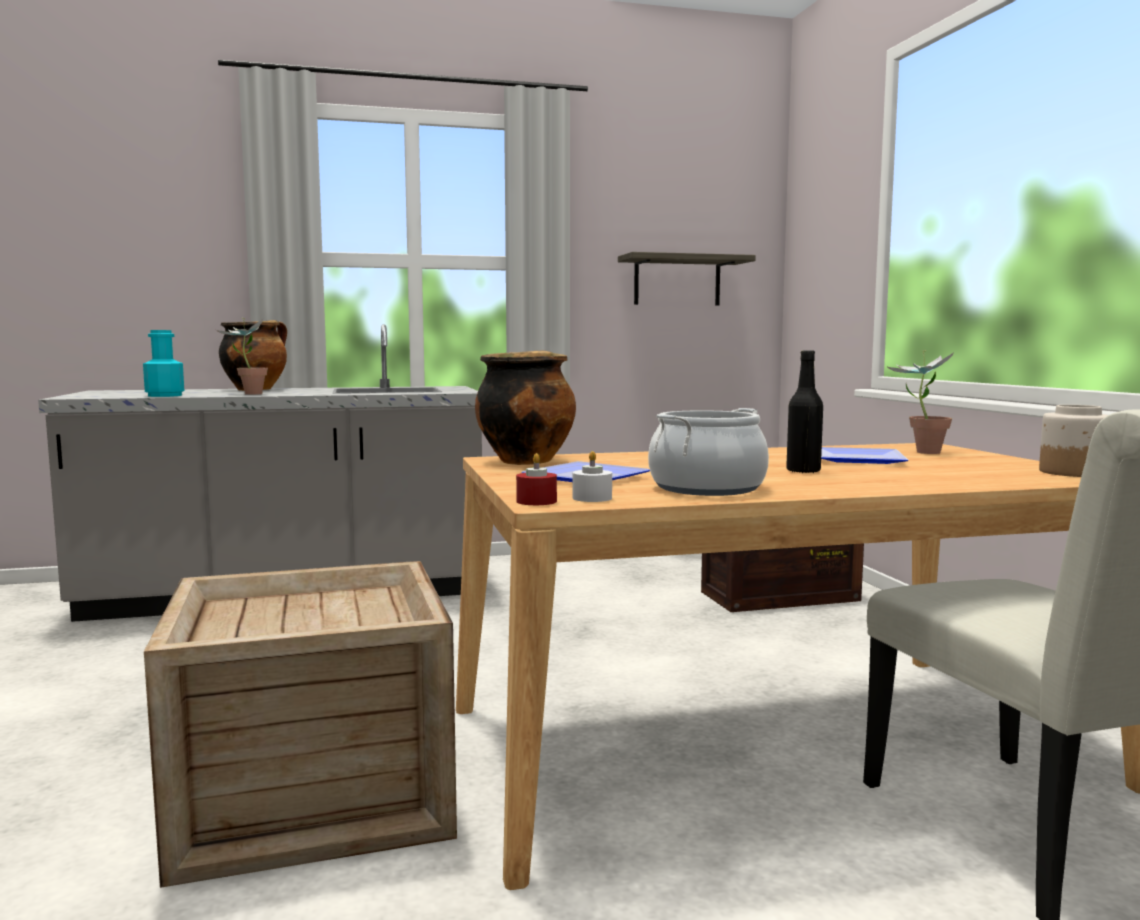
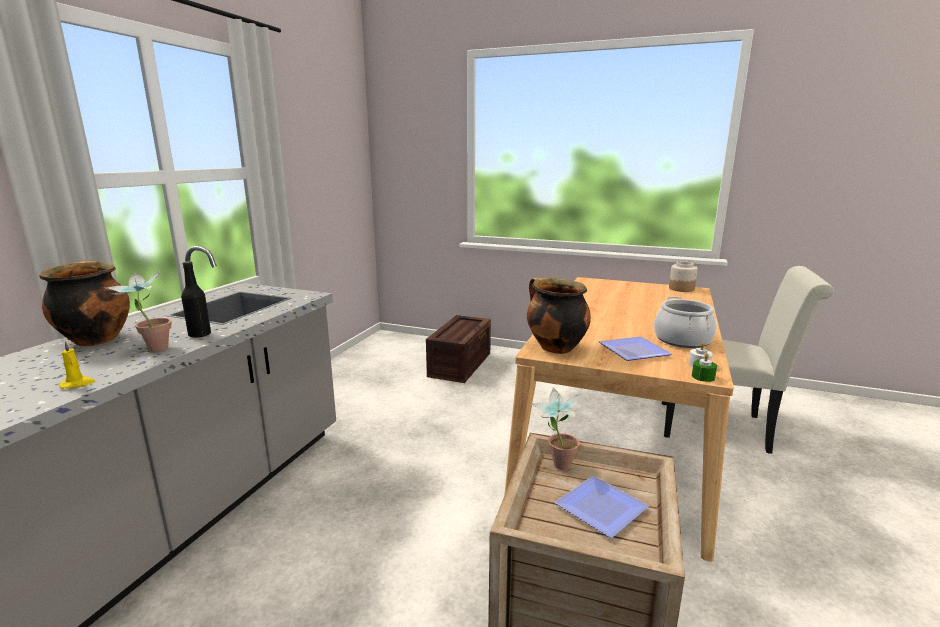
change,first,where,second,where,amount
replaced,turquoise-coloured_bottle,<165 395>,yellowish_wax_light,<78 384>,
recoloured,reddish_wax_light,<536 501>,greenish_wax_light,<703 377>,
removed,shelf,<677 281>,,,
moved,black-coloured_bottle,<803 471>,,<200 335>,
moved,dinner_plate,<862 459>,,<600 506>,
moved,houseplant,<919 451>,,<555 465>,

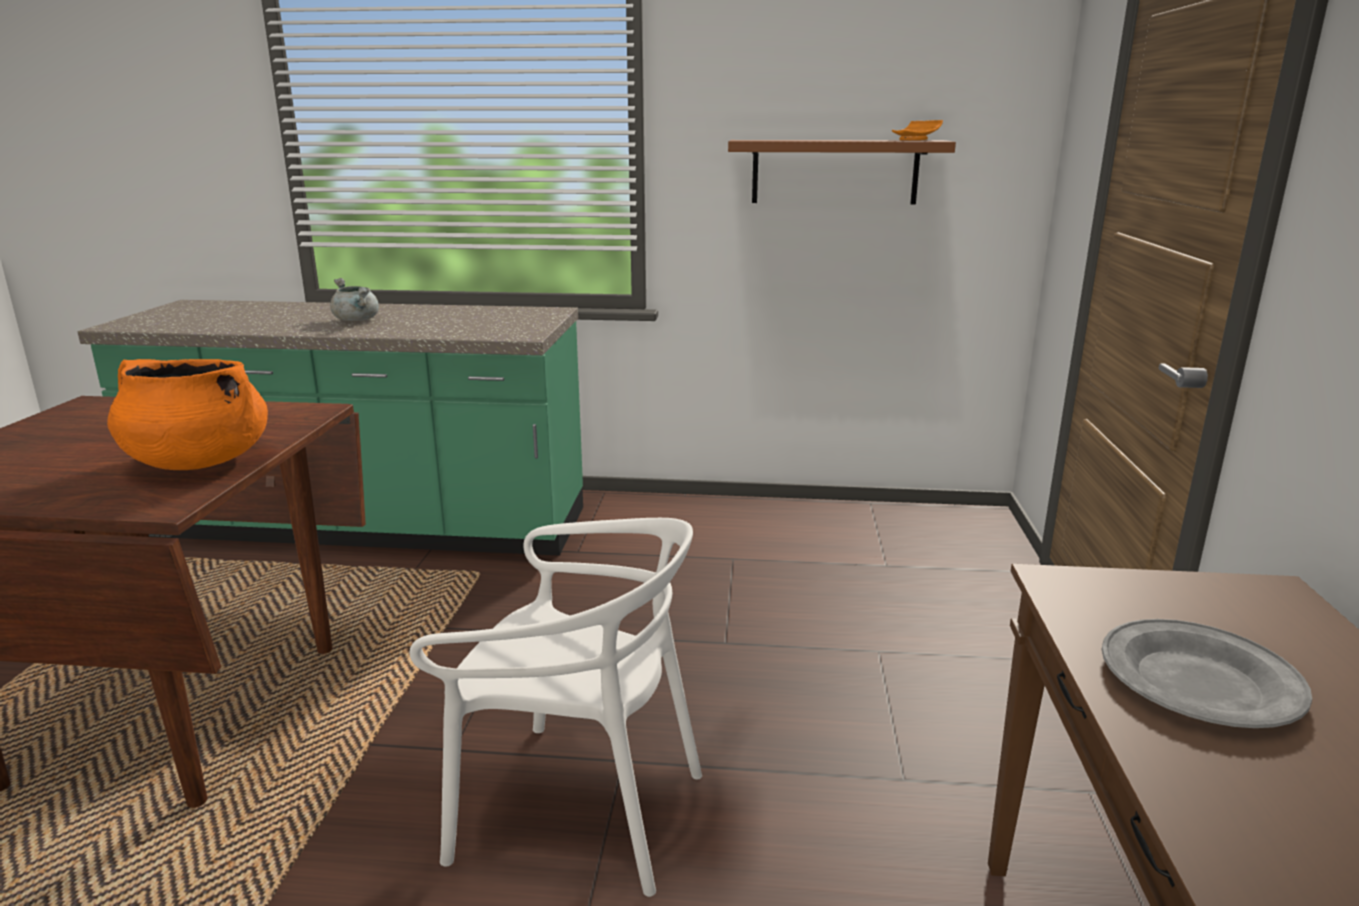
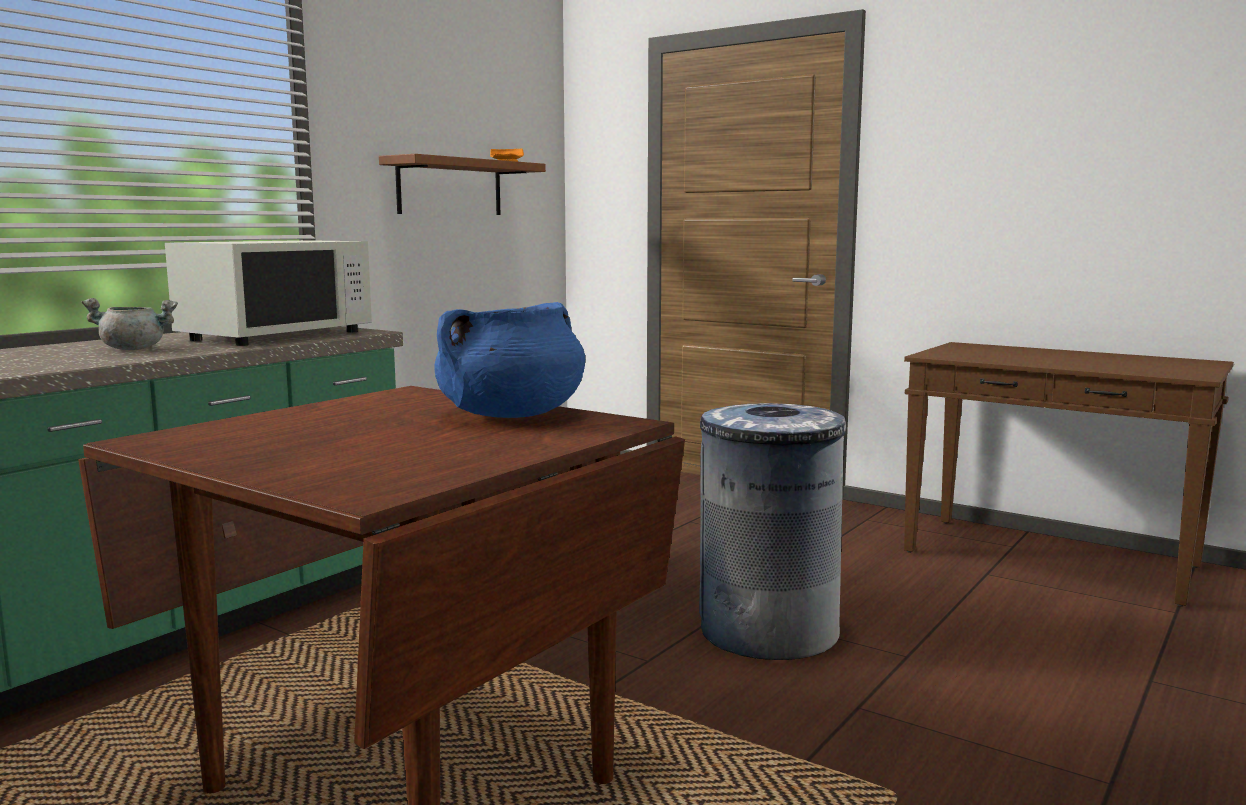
change,first,where,second,where,amount
recoloured,orange_saucepot,<198 462>,bluish_saucepot,<511 415>,
replaced,white_upright_chair,<578 809>,grey_trash_can,<767 631>,
removed,grey_dinner_plate,<1198 682>,,,
added,,,white_microwave_oven,<276 335>,

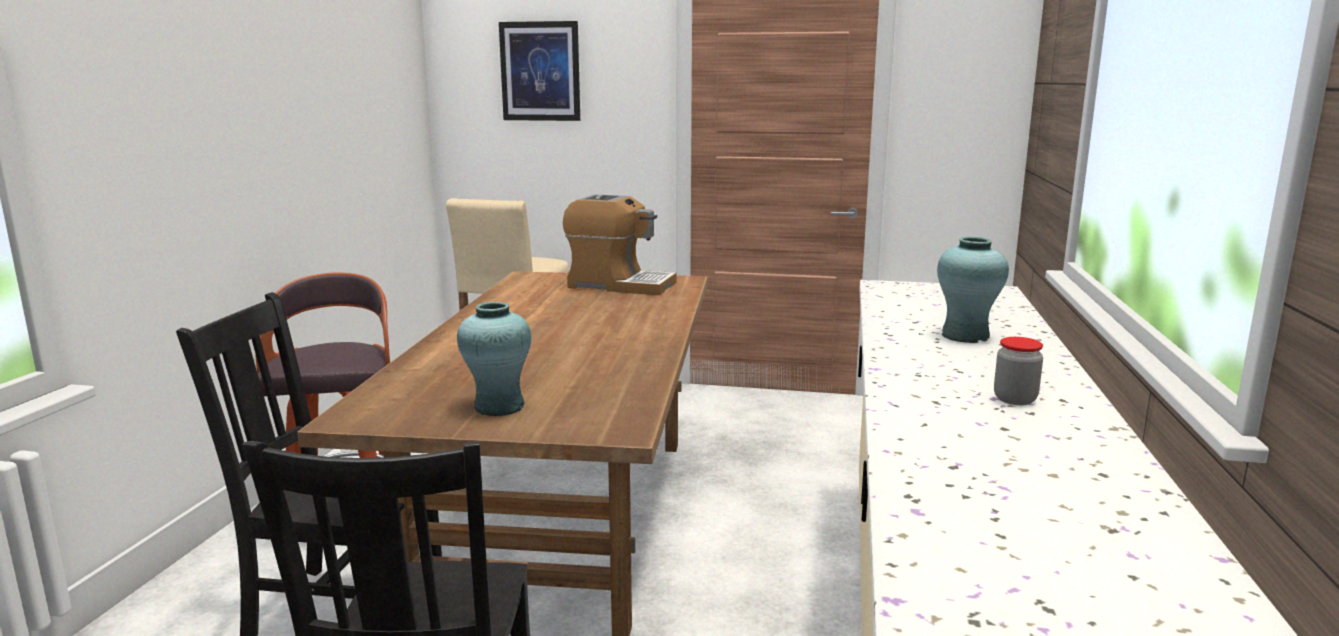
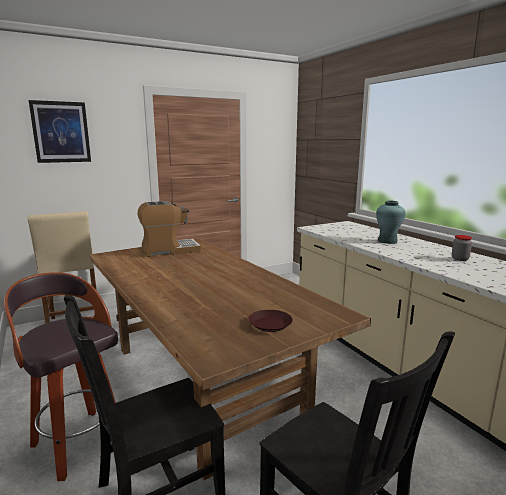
change,first,where,second,where,amount
replaced,turquoise-coloured_flower_vase,<499 407>,brown_dinner_plate,<270 324>,

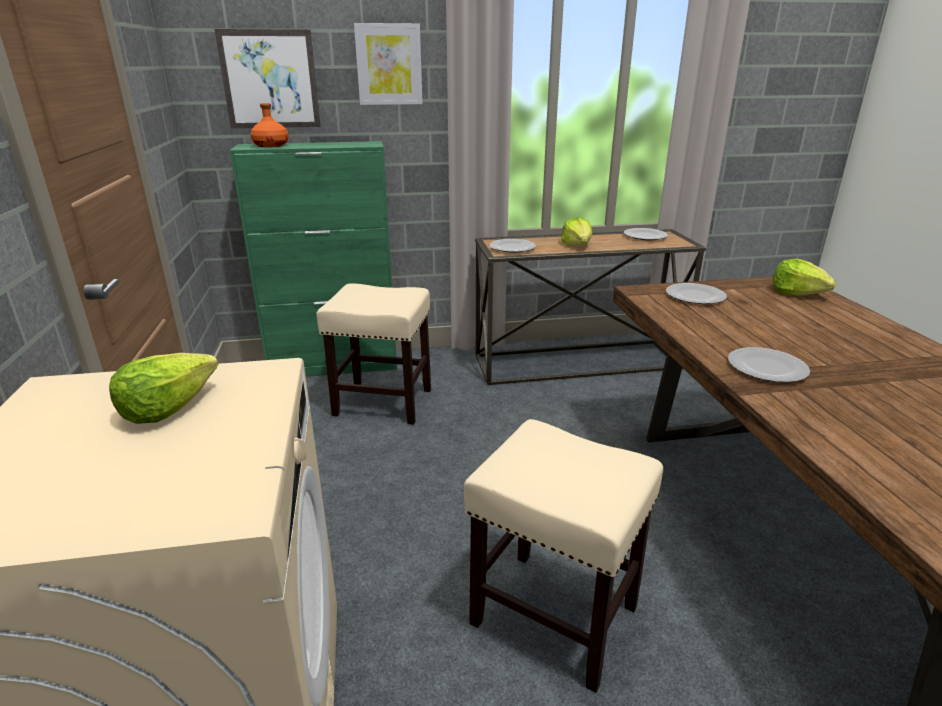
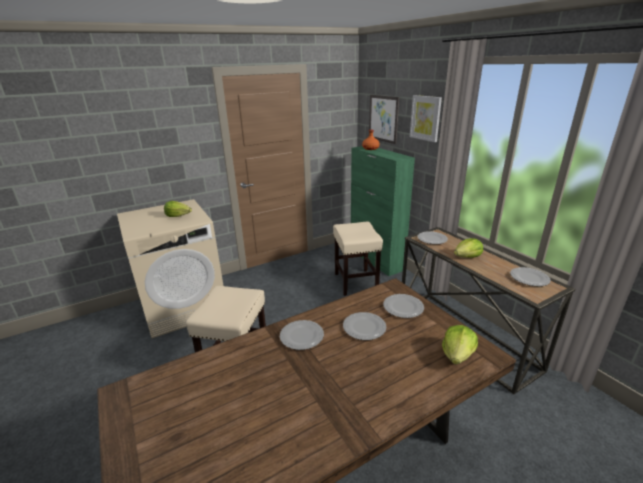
change,first,where,second,where,amount
added,,,dinner_plate,<364 327>,

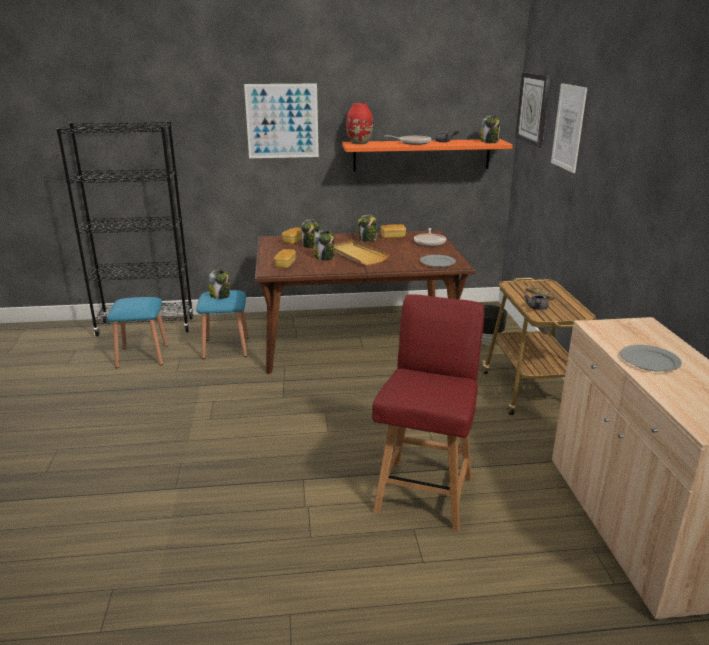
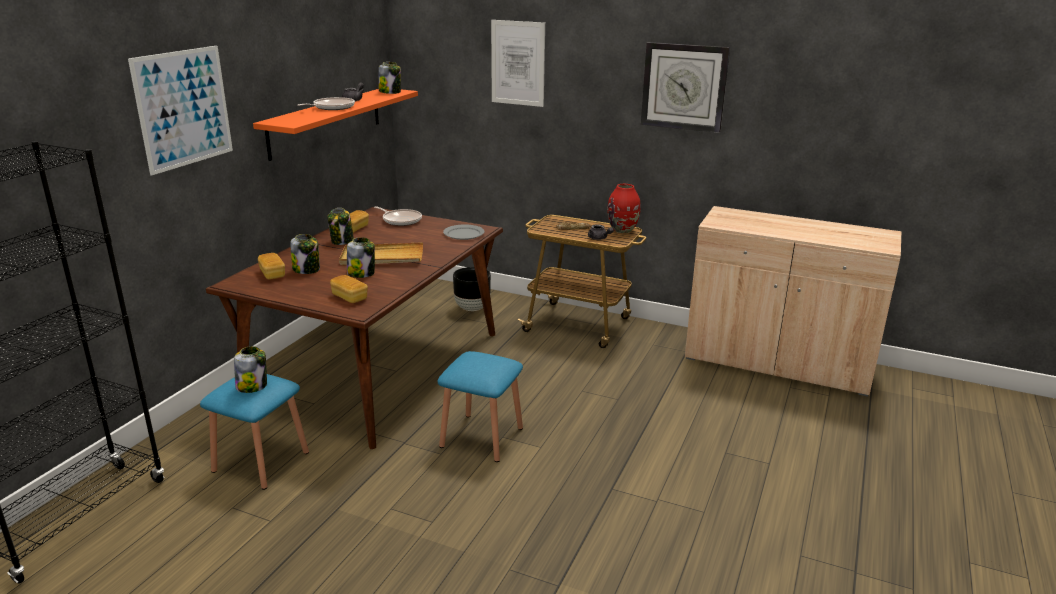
change,first,where,second,where,amount
moved,bluish_sitting_stool,<142 356>,,<481 437>,
moved,reddish_flower_vase,<359 143>,,<622 230>,
removed,reddish_upright_chair,<425 492>,,,
moved,wall_clock,<533 108>,,<684 87>,
removed,grey_dinner_plate,<649 361>,,,

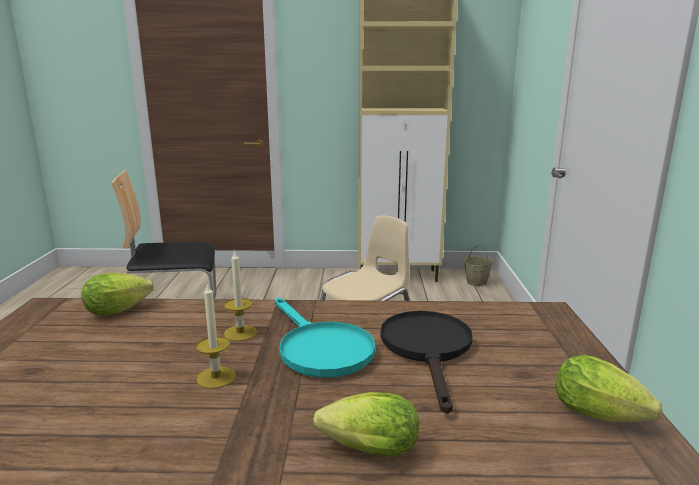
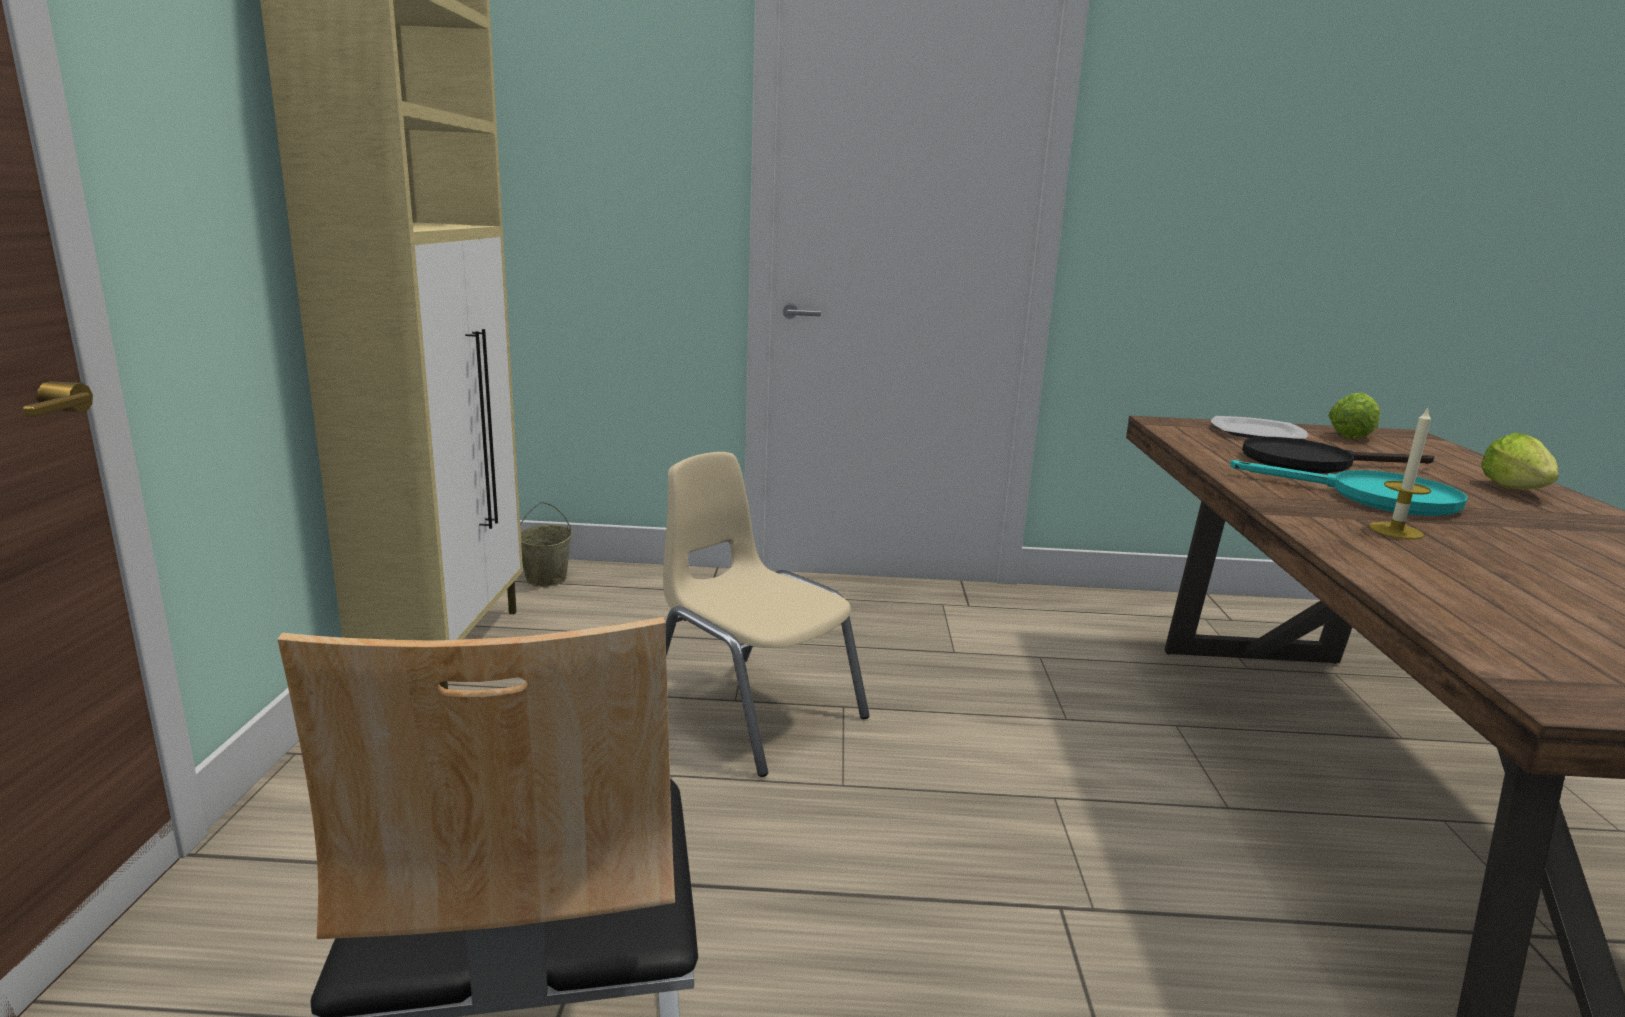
change,first,where,second,where,amount
removed,lettuce_head,<121 310>,,,
removed,wax_light,<216 377>,,,
turned,turquoise-coloured_pan,<319 348>,,<1374 497>,60 degrees clockwise
added,,,dinner_plate,<1256 432>,

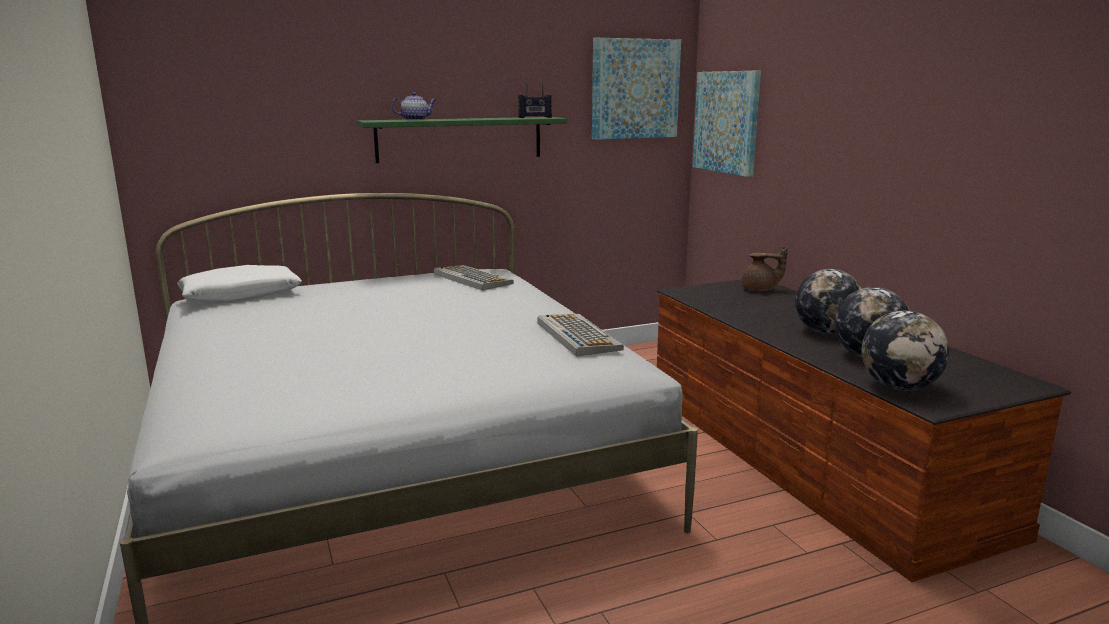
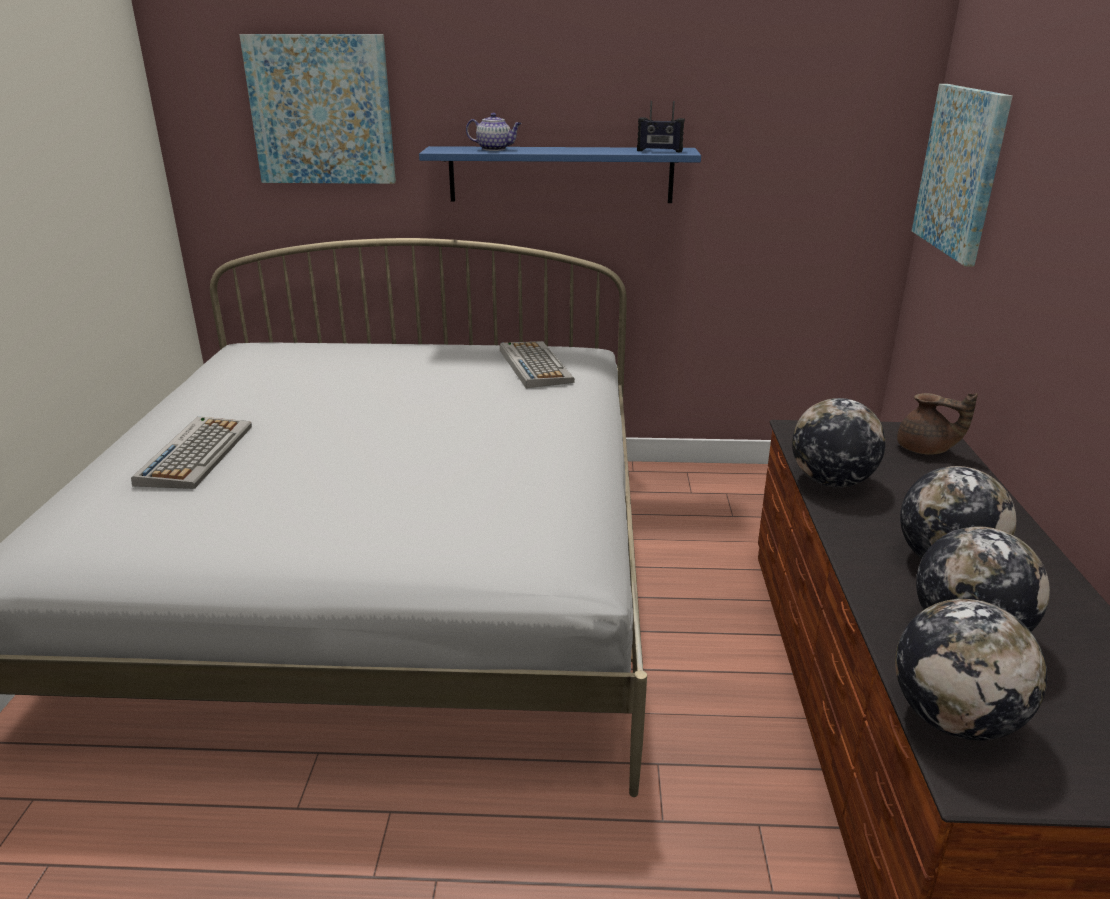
change,first,where,second,where,amount
removed,white_cushion,<241 296>,,,
recoloured,greenish_shelf,<460 139>,bluish_shelf,<561 174>,
moved,PC_keyboard,<576 335>,,<195 454>,
moved,picture,<635 89>,,<321 110>,
added,,,world_globe,<831 482>,

